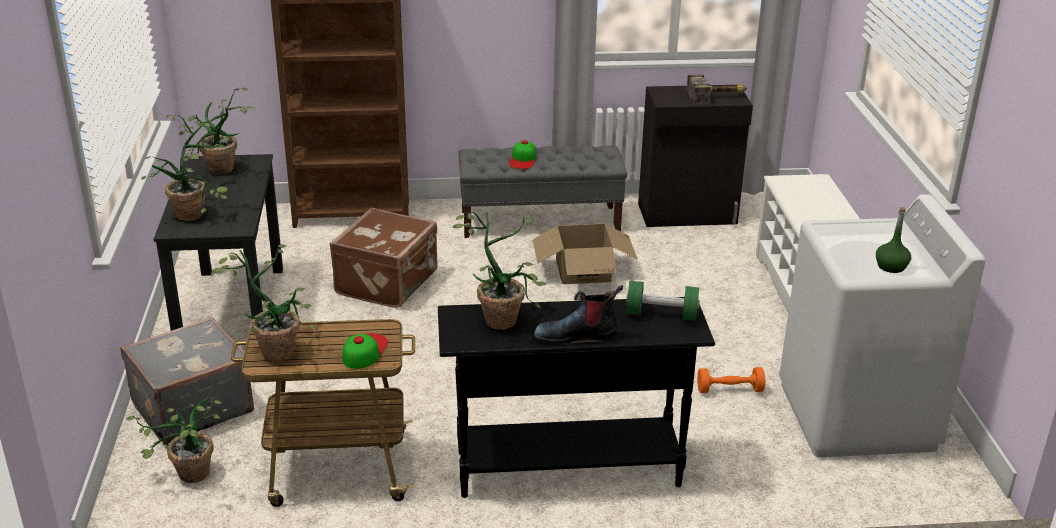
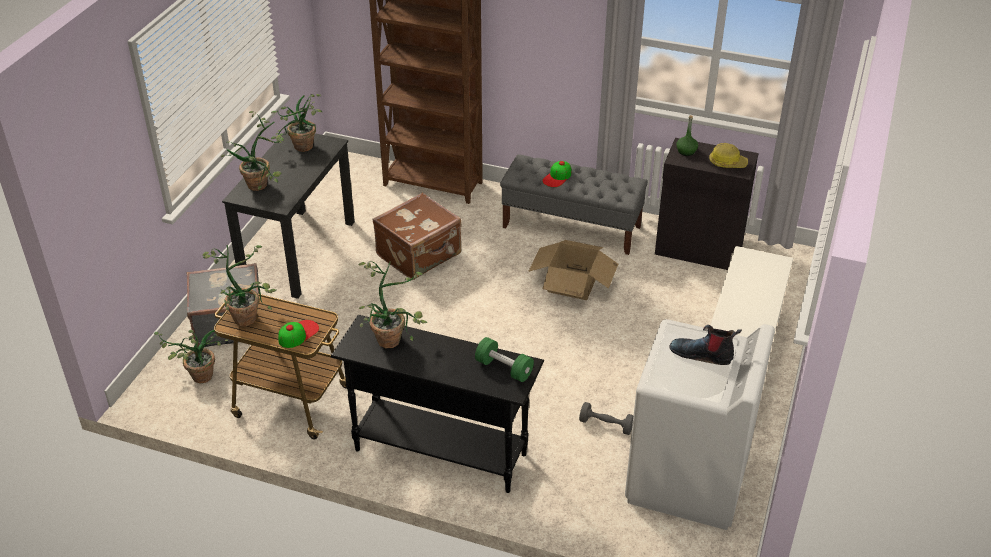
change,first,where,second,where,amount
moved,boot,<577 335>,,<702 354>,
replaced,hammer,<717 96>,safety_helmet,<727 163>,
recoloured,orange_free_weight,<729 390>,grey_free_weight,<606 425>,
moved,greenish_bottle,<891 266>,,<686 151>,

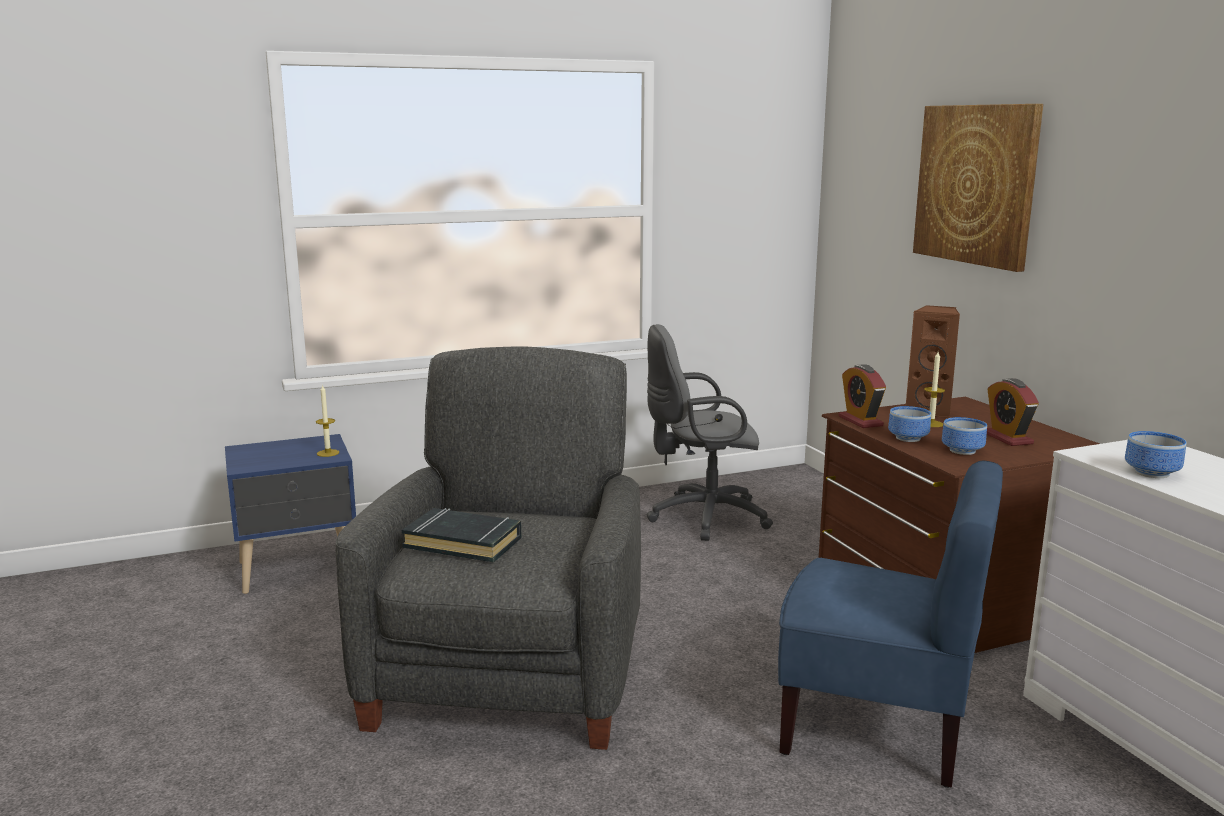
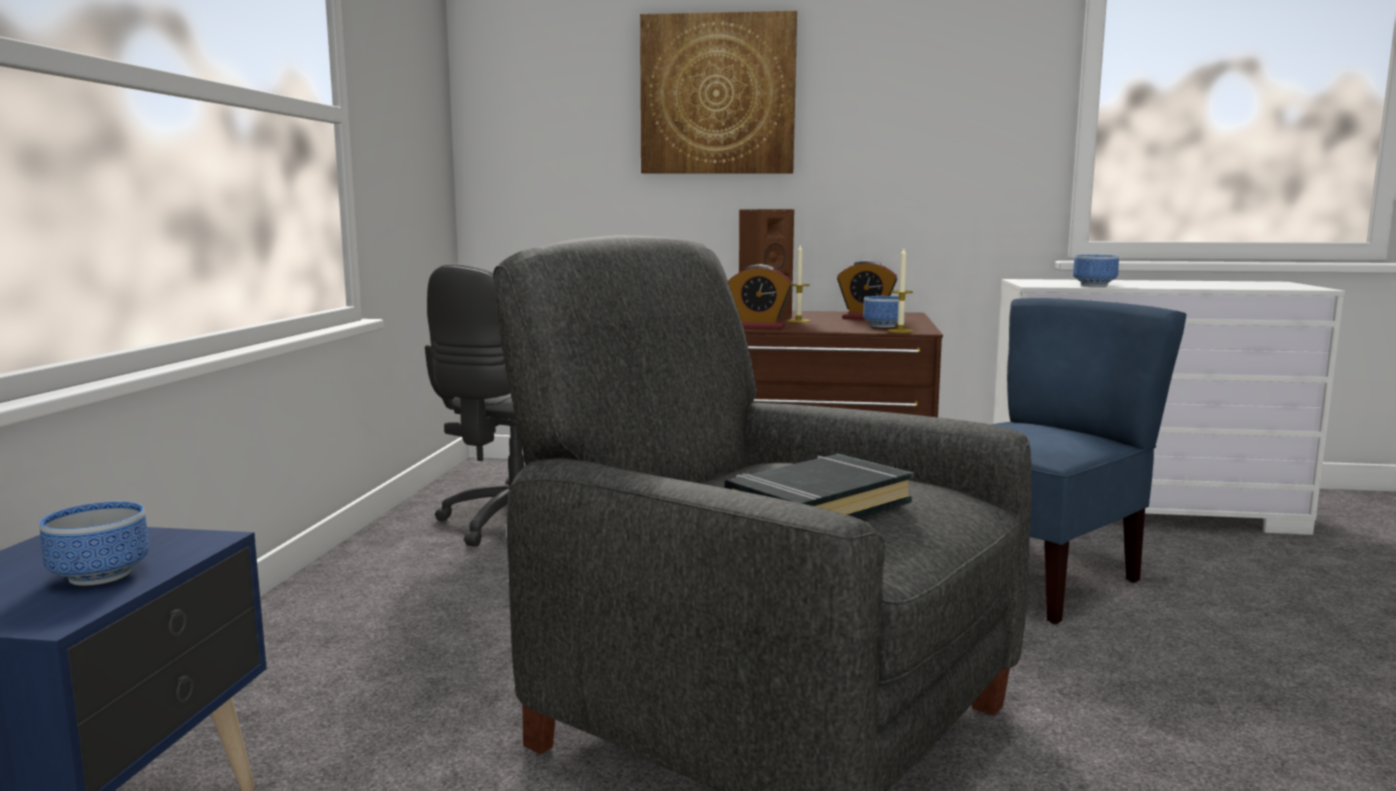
change,first,where,second,where,amount
moved,wax_light,<328 453>,,<900 331>,
moved,deep_dish,<908 438>,,<100 574>,

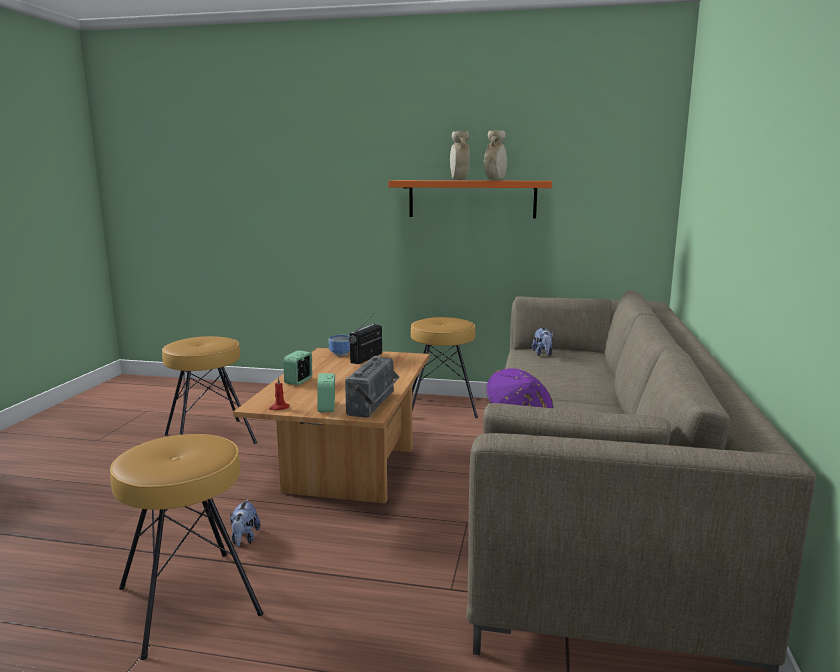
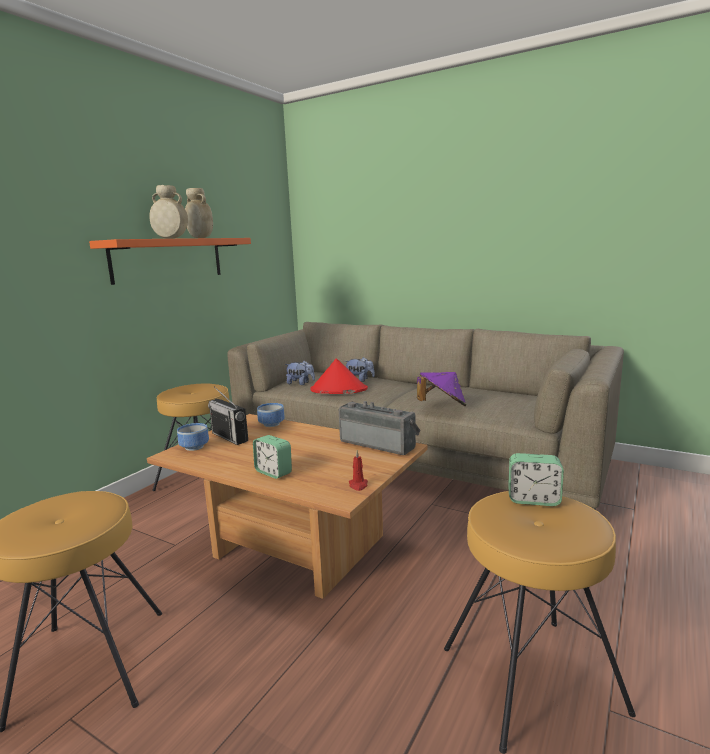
change,first,where,second,where,amount
moved,plush_toy,<244 539>,,<359 380>,
moved,alarm_clock,<327 407>,,<533 500>,
added,,,deep_dish,<270 424>,
added,,,reddish_clothing_hat,<338 390>,

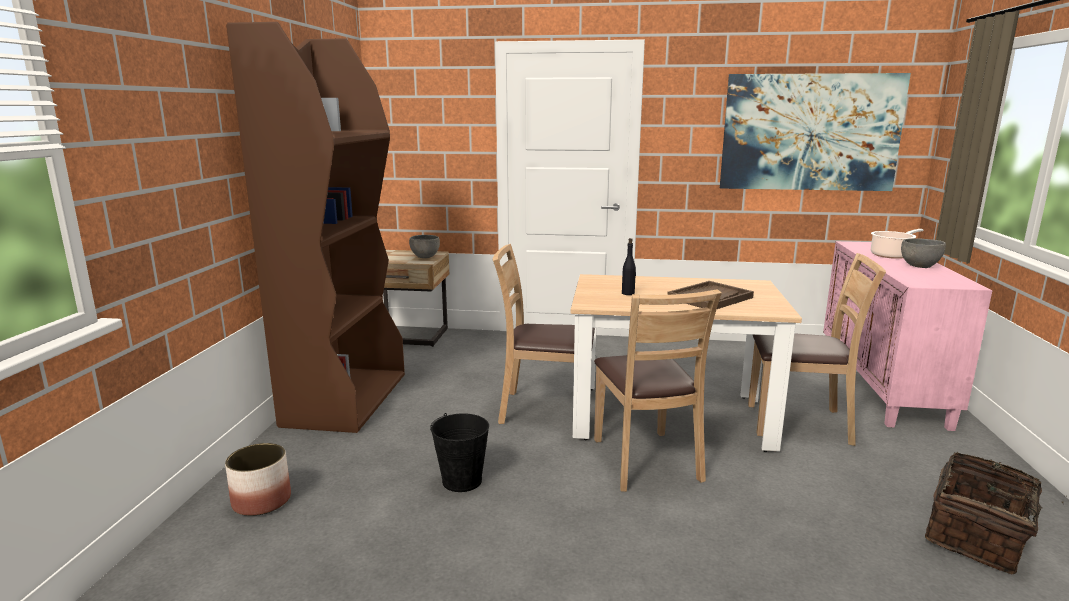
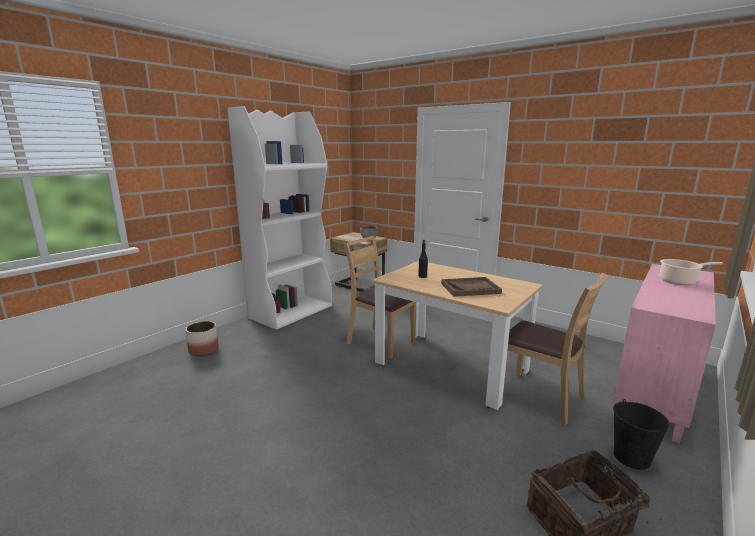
change,first,where,second,where,amount
recoloured,brown_bookcase,<346 399>,white_bookcase,<291 311>,
moved,black-coloured_pail,<462 480>,,<632 457>,
removed,brown_upright_chair,<645 461>,,,
removed,picture,<810 132>,,,
removed,grey_deep_dish,<919 266>,,,

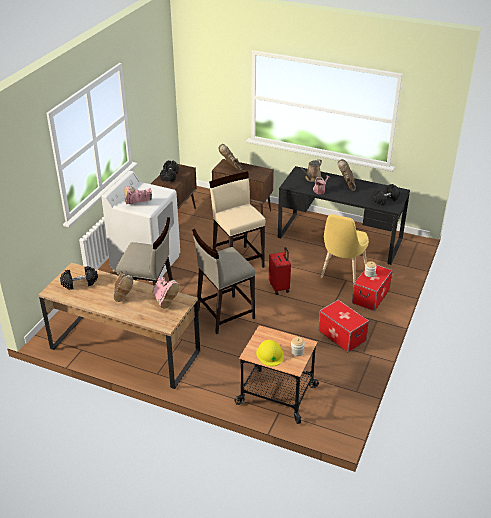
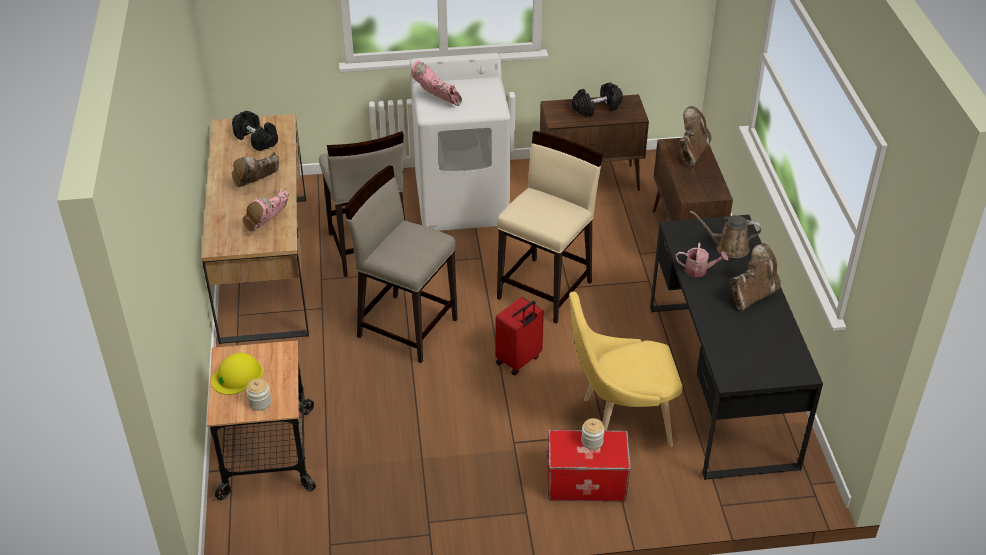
change,first,where,second,where,amount
removed,storage_container,<341 336>,,,
removed,black-coloured_free_weight,<385 200>,,,

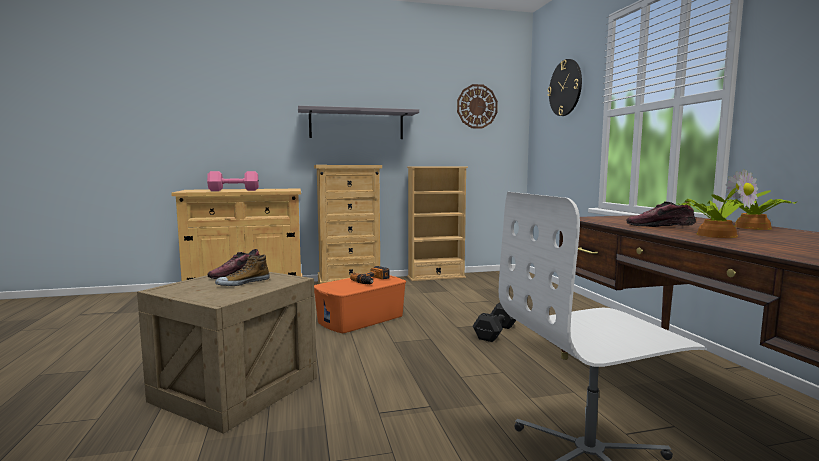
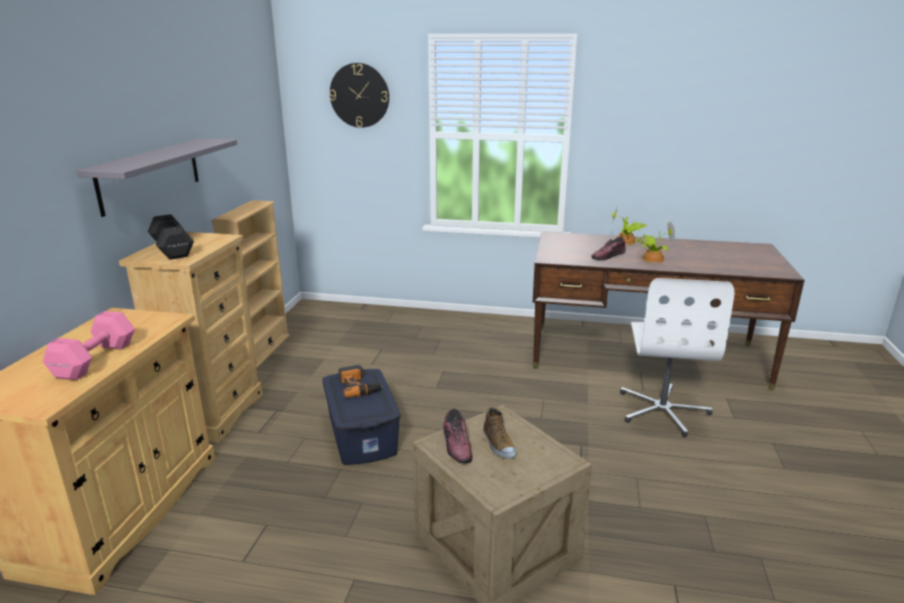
change,first,where,second,where,amount
recoloured,orange_storage_container,<361 319>,bluish_storage_container,<362 433>,
removed,wall_clock,<477 106>,,,
moved,black-coloured_free_weight,<497 332>,,<173 249>,

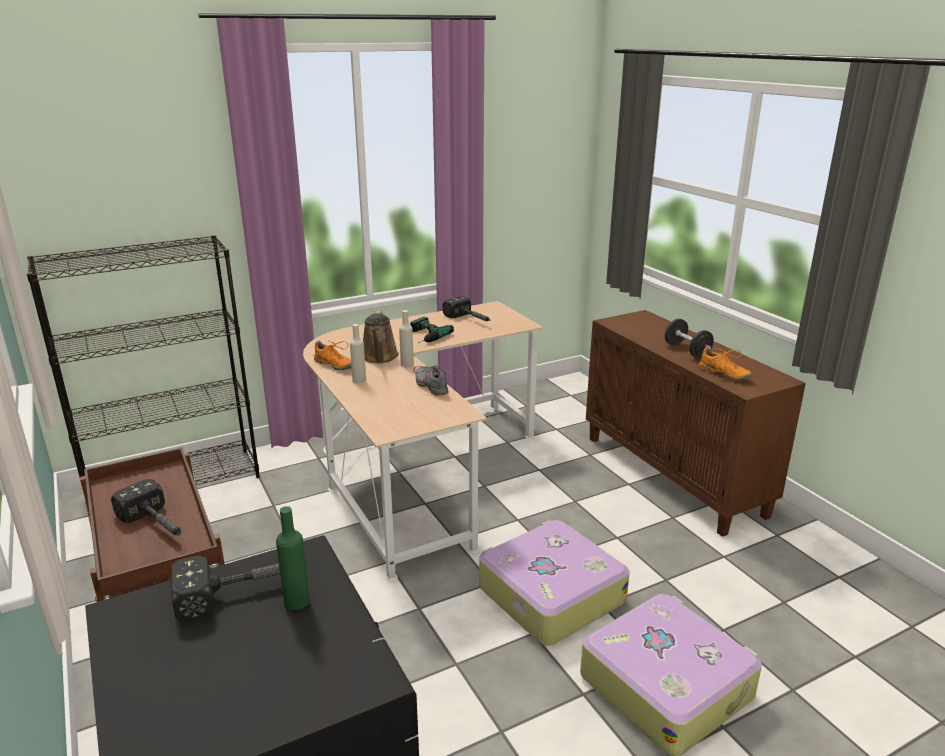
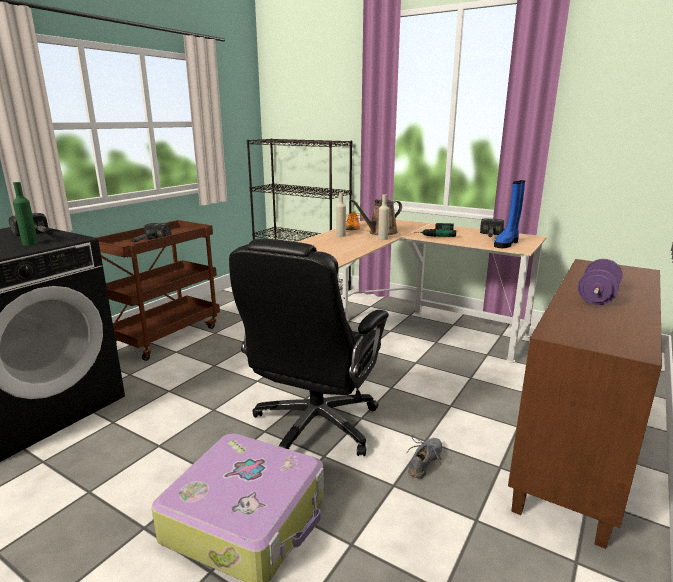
change,first,where,second,where,amount
moved,grey_item_of_footwear,<432 386>,,<425 462>,
replaced,suitcase,<549 594>,black-coloured_desk_chair,<314 426>,
recoloured,black-coloured_free_weight,<687 351>,purple_free_weight,<597 297>,
removed,orange_item_of_footwear,<724 374>,,,
added,,,bluish_boot,<506 243>,

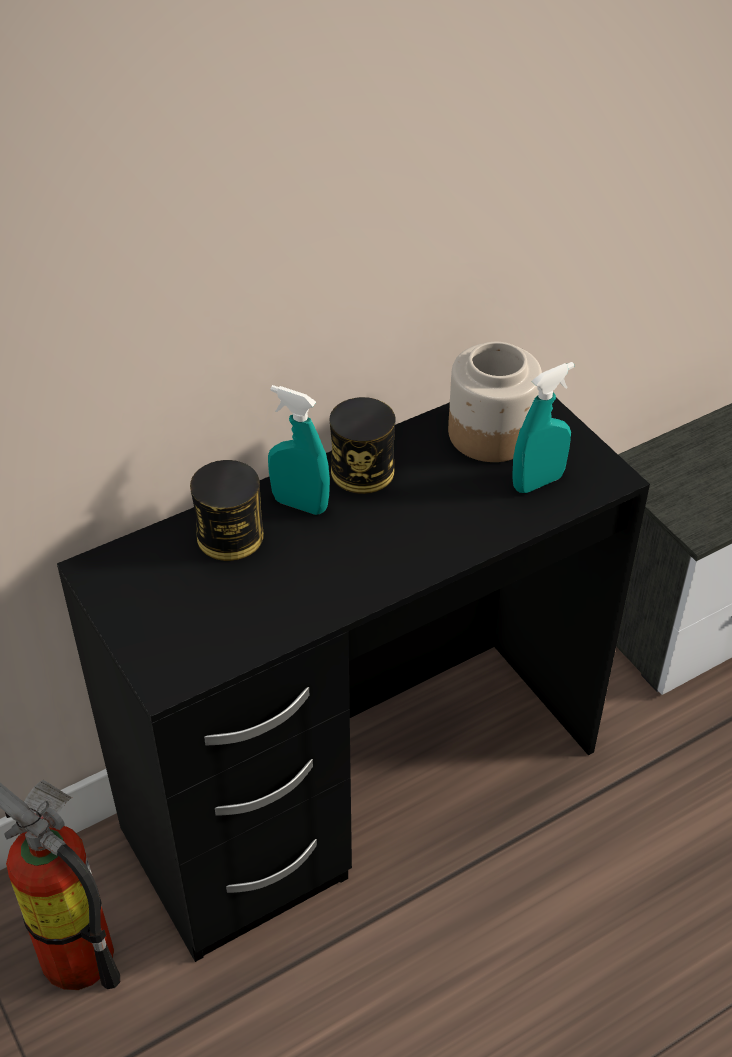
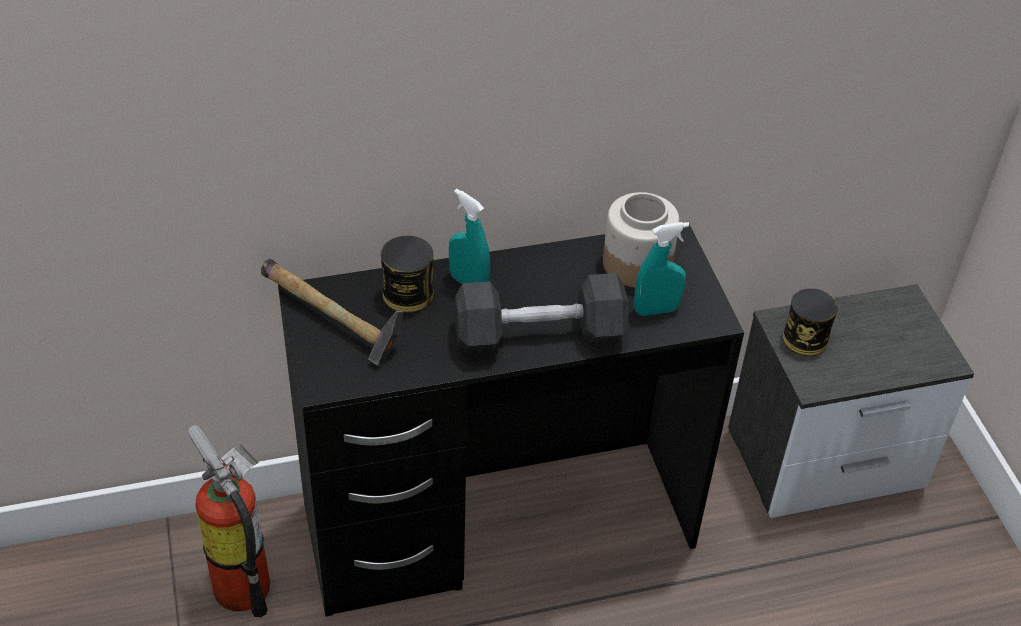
change,first,where,second,where,amount
moved,metal_can,<362 471>,,<805 339>,
added,,,hammer,<331 322>,
added,,,black-coloured_free_weight,<539 335>,

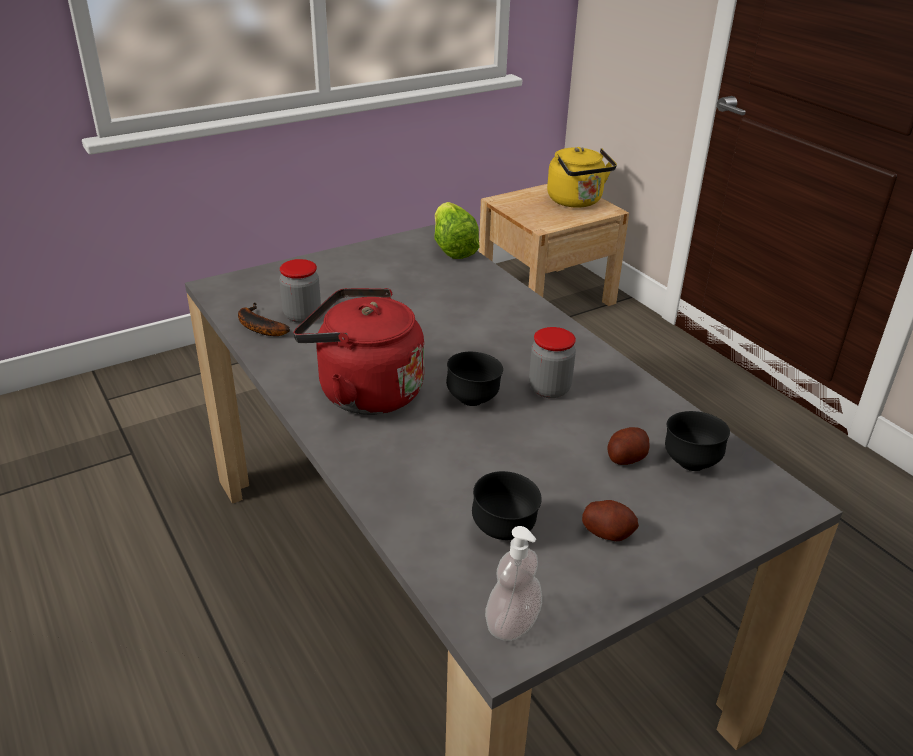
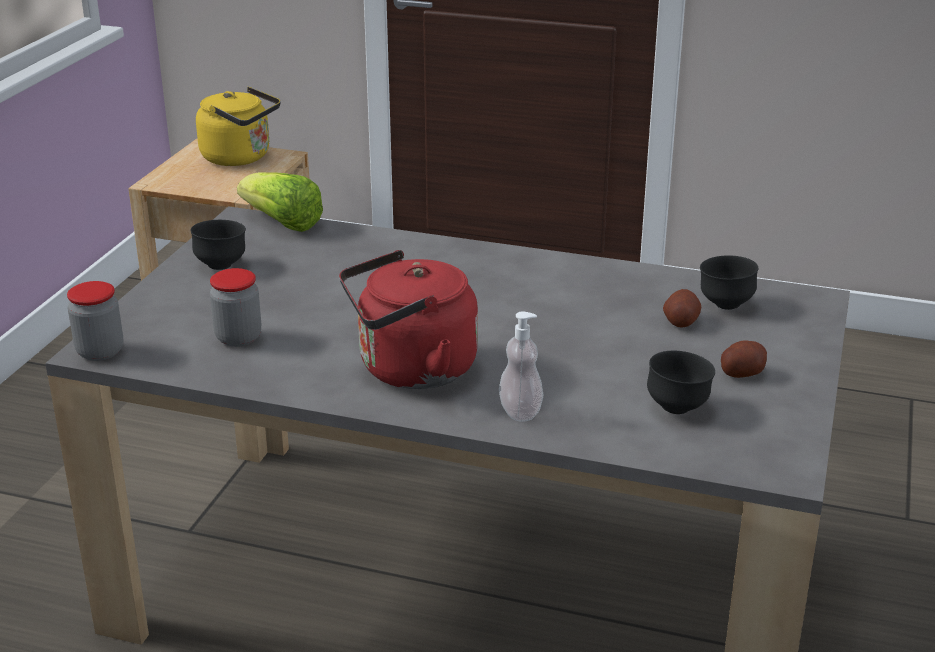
change,first,where,second,where,amount
removed,banana,<257 326>,,,
moved,black-coloured_deep_dish,<473 400>,,<221 265>,
moved,soap_bottle,<512 624>,,<520 411>,
moved,preserve_jar,<549 389>,,<100 352>,

